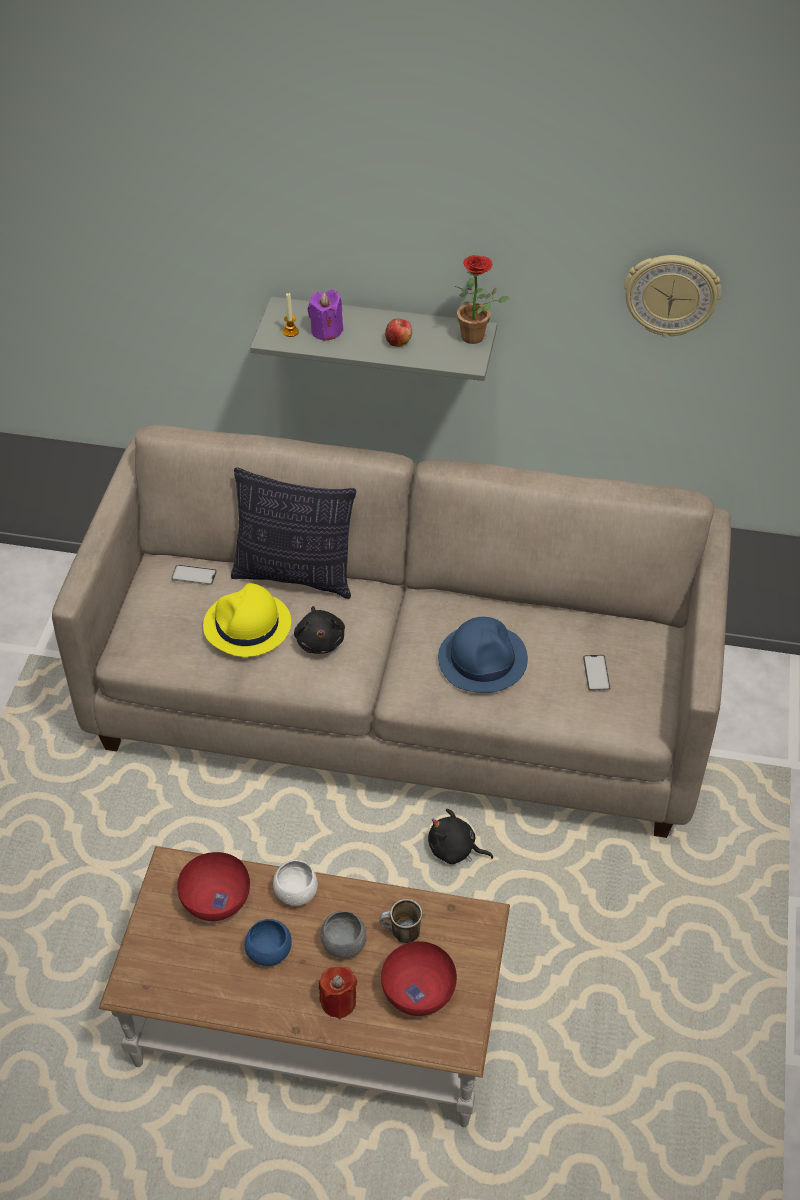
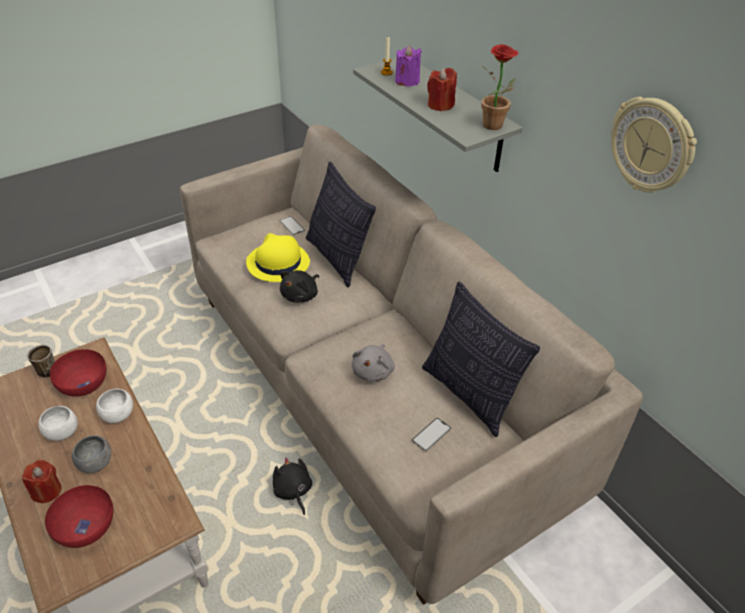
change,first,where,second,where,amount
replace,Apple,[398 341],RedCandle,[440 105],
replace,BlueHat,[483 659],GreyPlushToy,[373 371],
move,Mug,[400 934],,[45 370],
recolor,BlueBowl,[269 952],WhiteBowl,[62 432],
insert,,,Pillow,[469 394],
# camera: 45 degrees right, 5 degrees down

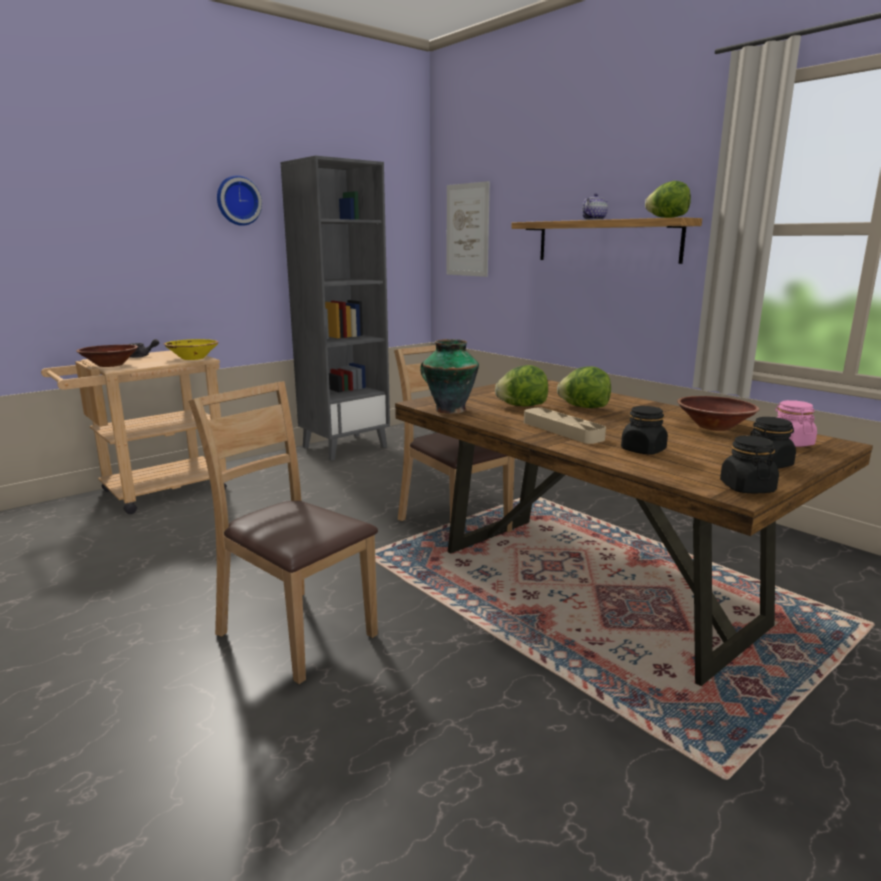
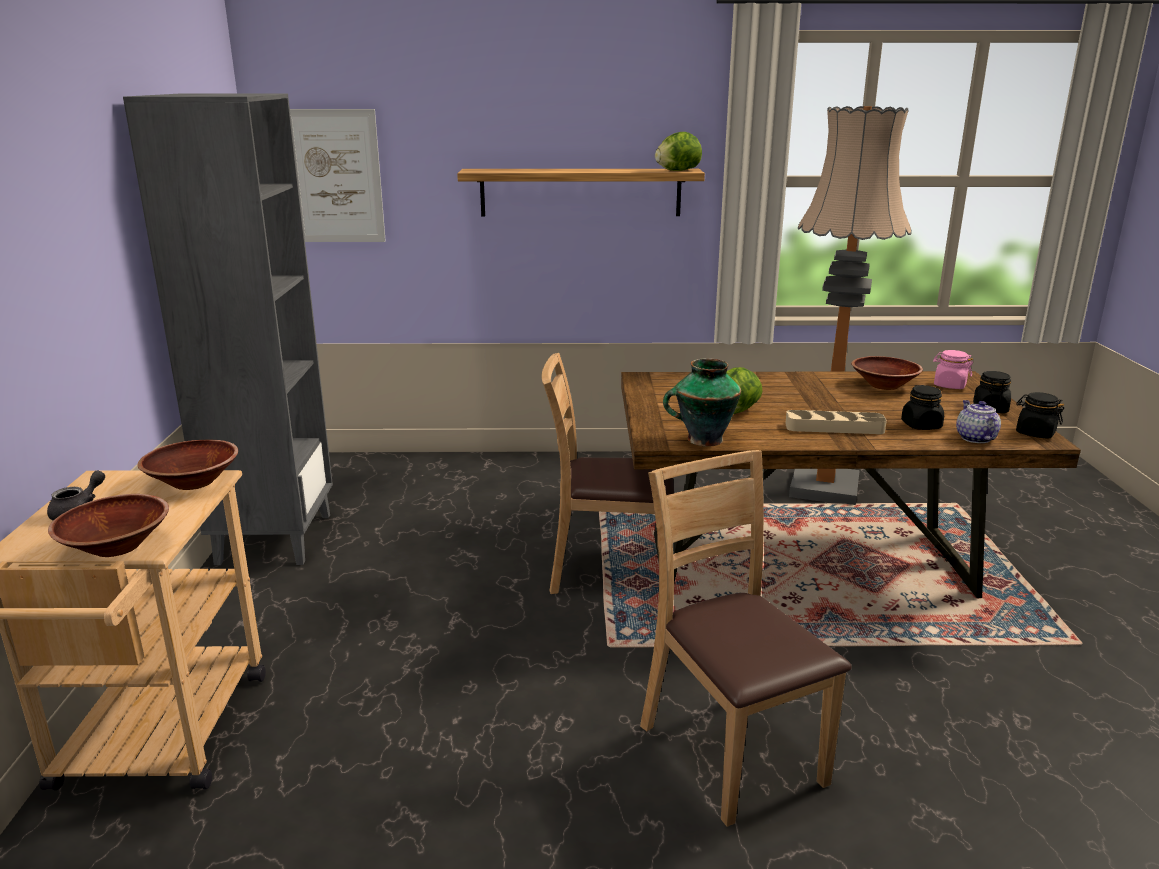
change,first,where,second,where,amount
delete,WallClock,[238 200],,,
move,Teapot,[594 220],,[974 438],
recolor,YellowBowl,[192 358],BrownBowl,[193 482],
delete,Lettuce,[584 407],,,
rotate,BrownChair,[296 632],,[731 751],75 degrees clockwise
insert,,,FloorLamp,[824 488],
# camera: 50 degrees left, 5 degrees up

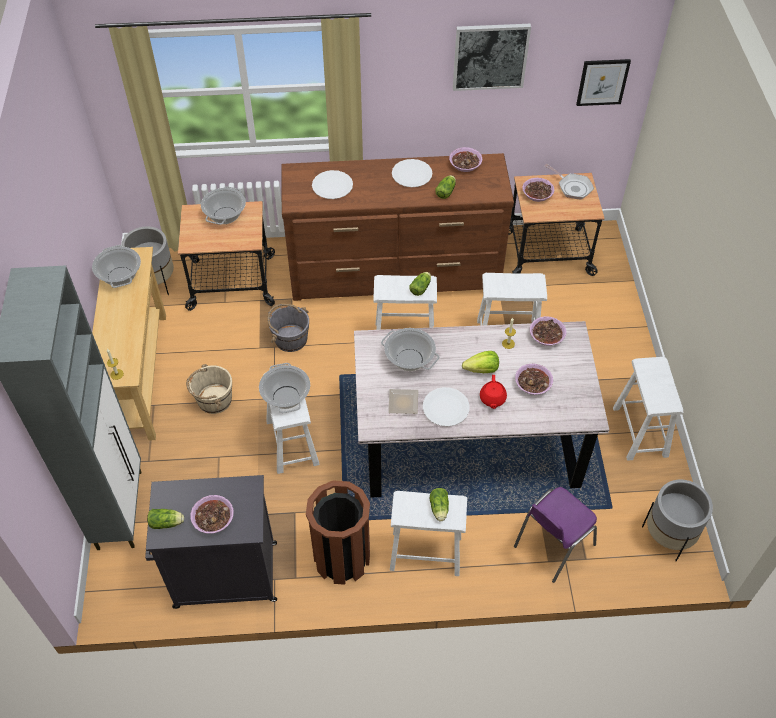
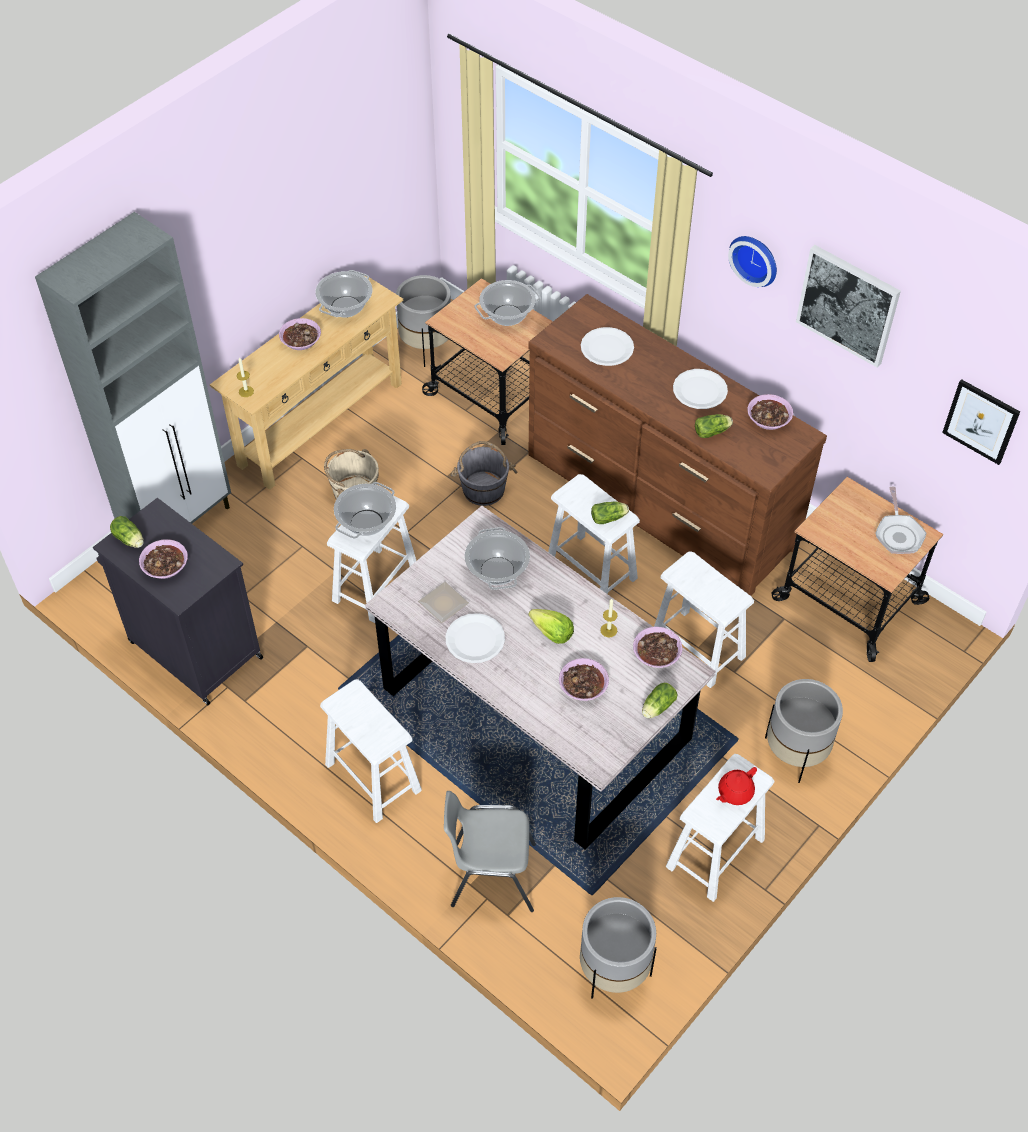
change,first,where,second,where,amount
move,Bowl,[537 194],,[301 340],
move,RedTeapot,[492 399],,[734 792],
delete,BrownTrashCan,[342 558],,,
recolor,PurpleChair,[552 546],GreyChair,[490 875],
move,Lettuce,[439 509],,[657 707],
insert,,,WallClock,[755 258],
insert,,,GreyPlanter,[795 752],
# camera: 45 degrees right, 0 degrees up

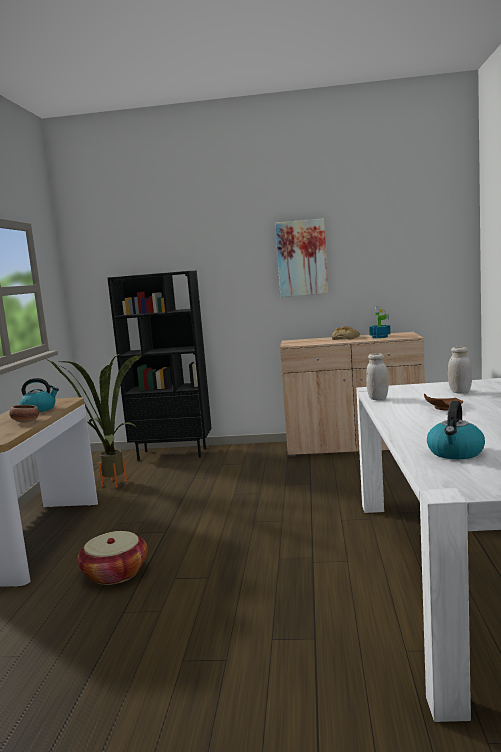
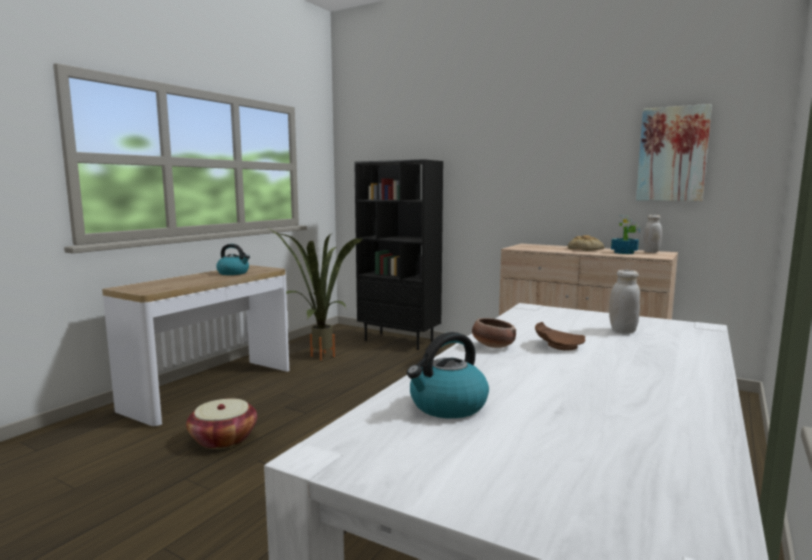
change,first,where,second,where,amount
move,Picture,[301 258],,[672 154],
move,WhiteJar,[378 398],,[651 252],
move,Bowl,[25 422],,[492 346],
# camera: 25 degrees right, 0 degrees up

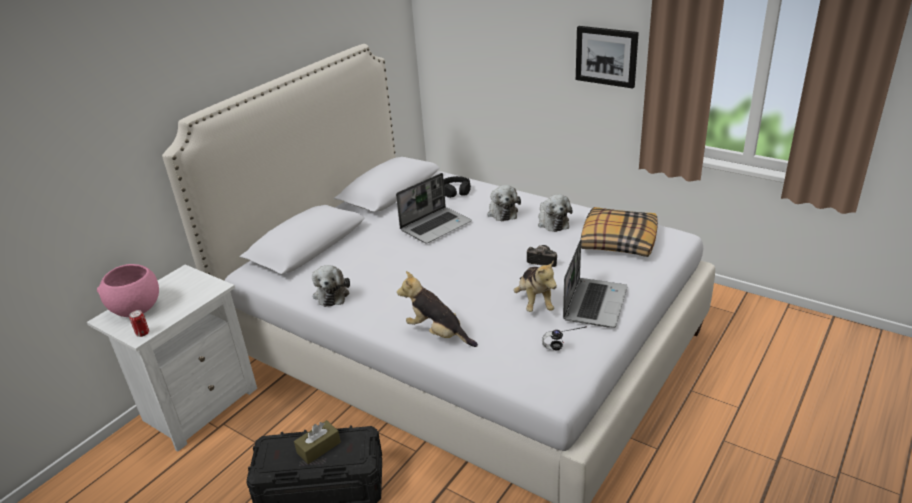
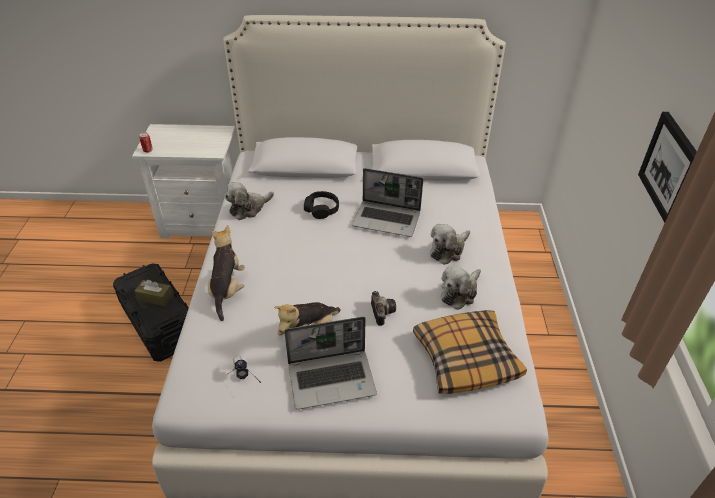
change,first,where,second,where,amount
move,BlackHeadphones,[455 191],,[321 209],
delete,PinkBowl,[135 308],,,
# camera: 55 degrees right, 10 degrees up

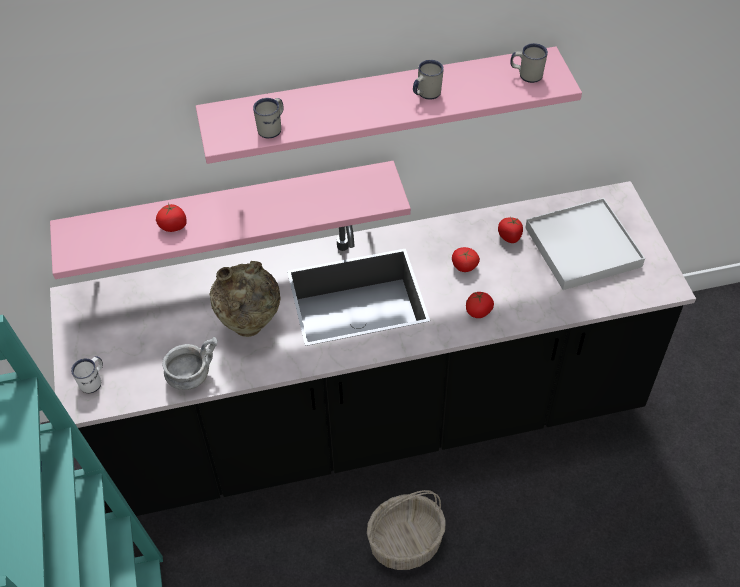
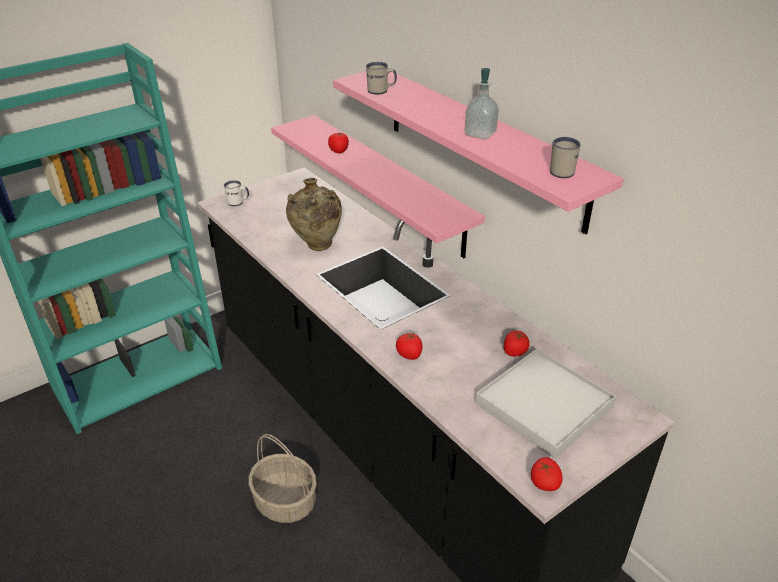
change,first,where,second,where,amount
replace,WhiteMug,[425 94],SoapDispenser,[480 134],
move,Tomato,[464 266],,[544 483],
delete,GreyBowl,[190 376],,,
# camera: 65 degrees right, 15 degrees down

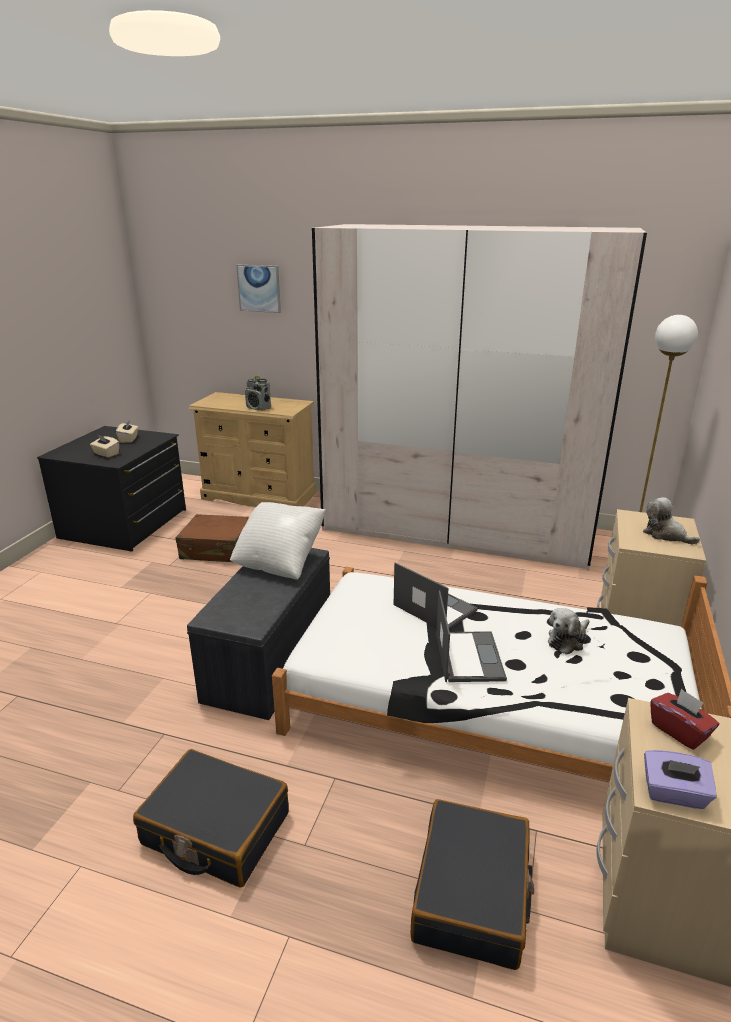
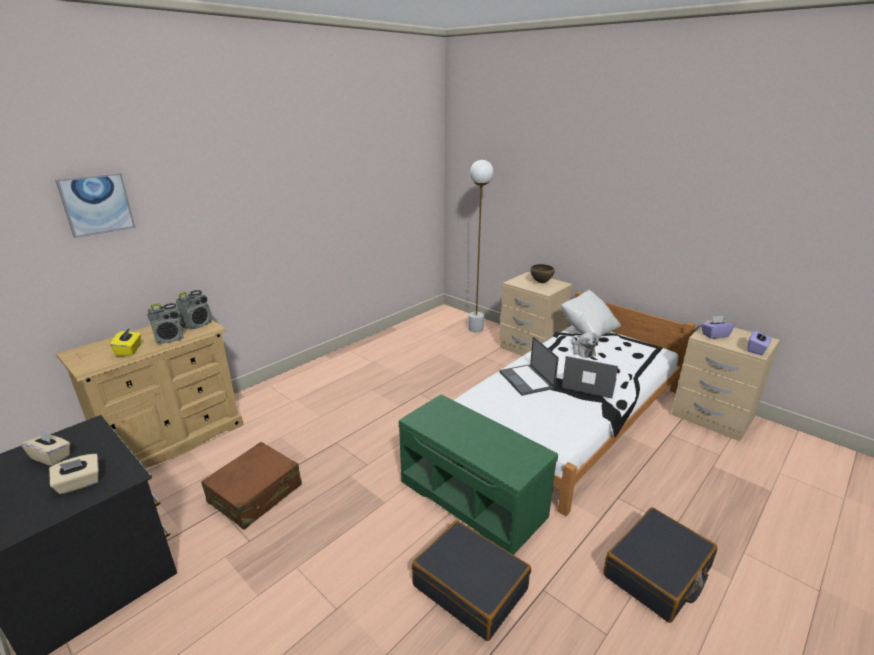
change,first,where,second,where,amount
delete,BeigeWardrobe,[456 530],,,
replace,PlushToy,[665 535],BrownBowl,[541 282],
move,WhitePillow,[280 562],,[588 331],
recolor,GreyBench,[271 660],GreenBench,[473 498],
rotate,Laptop,[433 607],,[527 380],90 degrees counterclockwise
recolor,RedTissueBox,[679 731],PurpleTissueBox,[714 335],
move,BlackSuitcase,[472 893],,[470 587],
insert,,,Radio,[198 324],
insert,,,YellowTissueBox,[129 350],
# camera: 65 degrees left, 0 degrees up

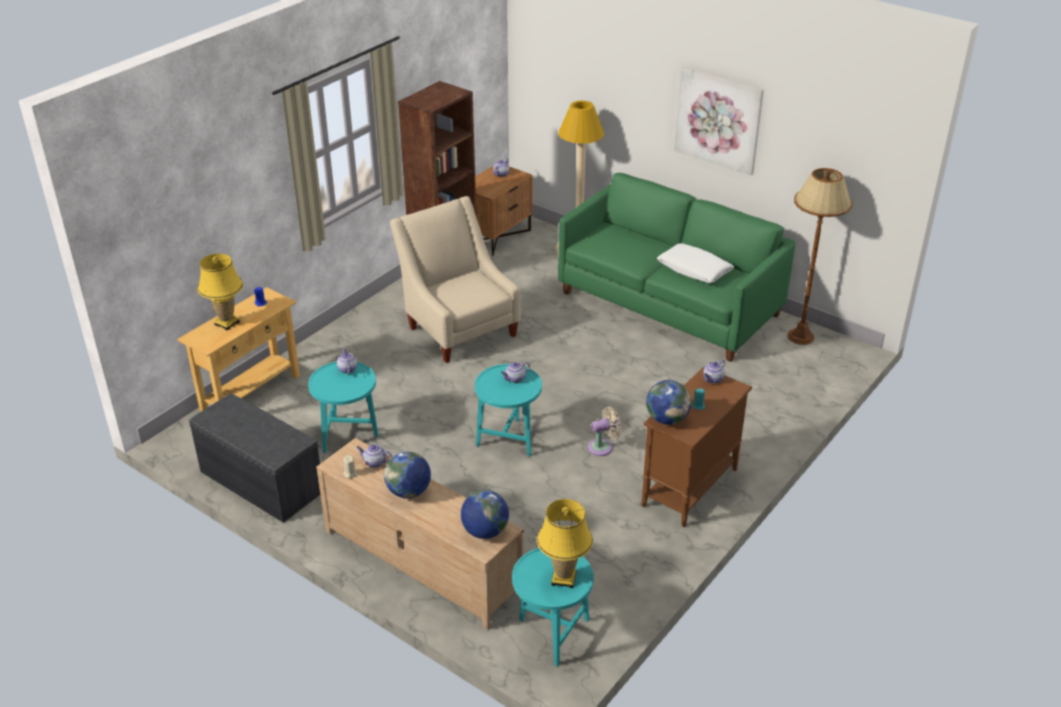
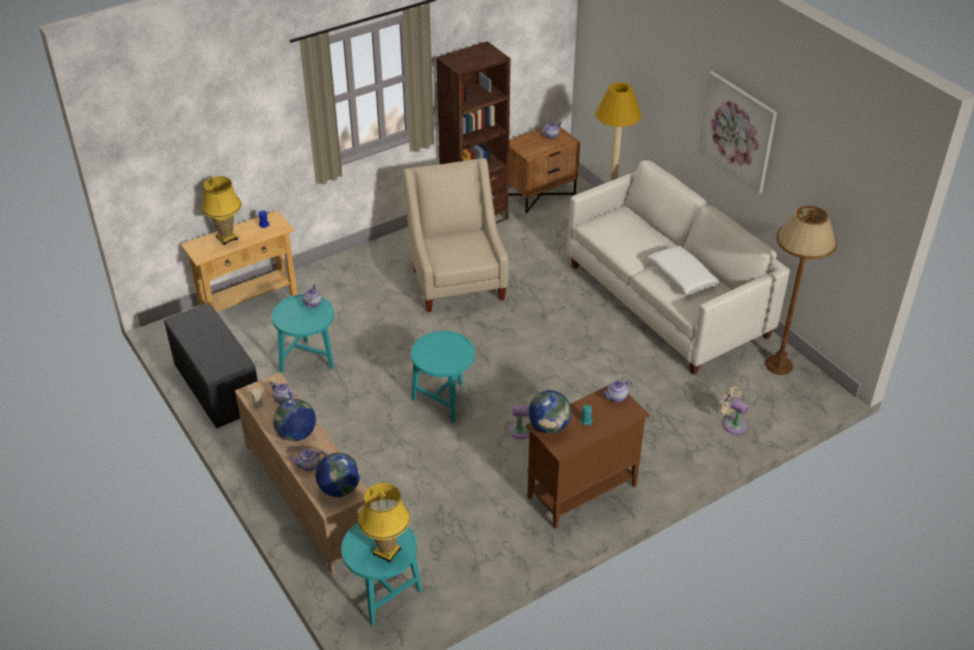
change,first,where,second,where,amount
recolor,GreenSofa,[669 303],WhiteSofa,[667 300],
move,Teapot,[515 379],,[308 466],
insert,,,BeigeFan,[732 424],
# camera: 20 degrees right, 5 degrees up

